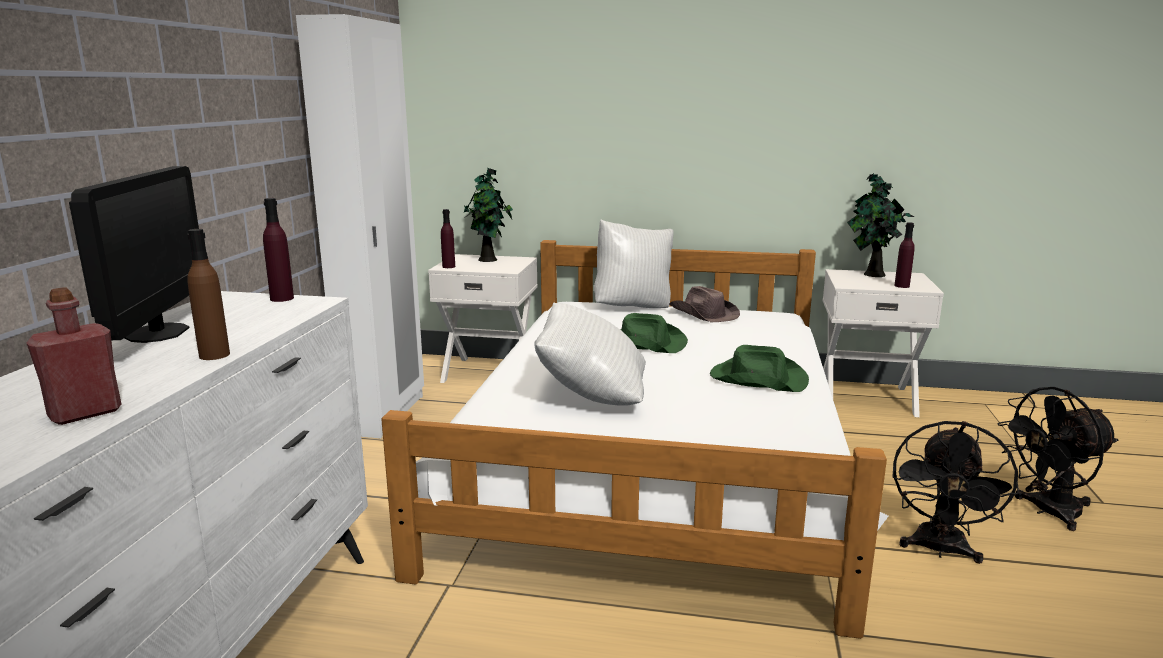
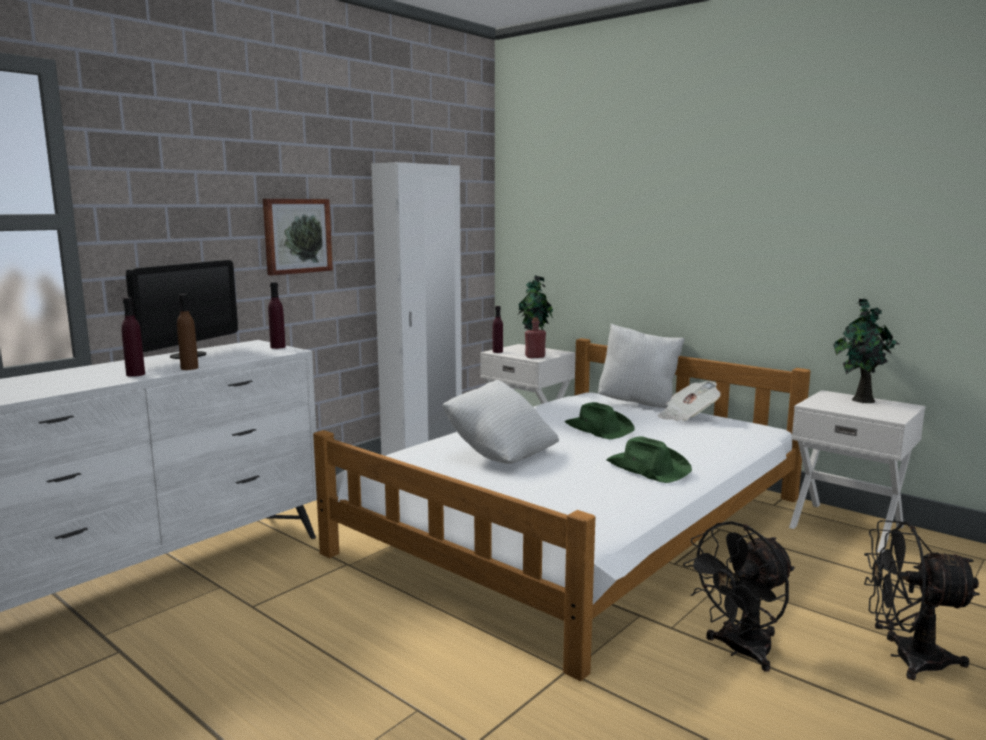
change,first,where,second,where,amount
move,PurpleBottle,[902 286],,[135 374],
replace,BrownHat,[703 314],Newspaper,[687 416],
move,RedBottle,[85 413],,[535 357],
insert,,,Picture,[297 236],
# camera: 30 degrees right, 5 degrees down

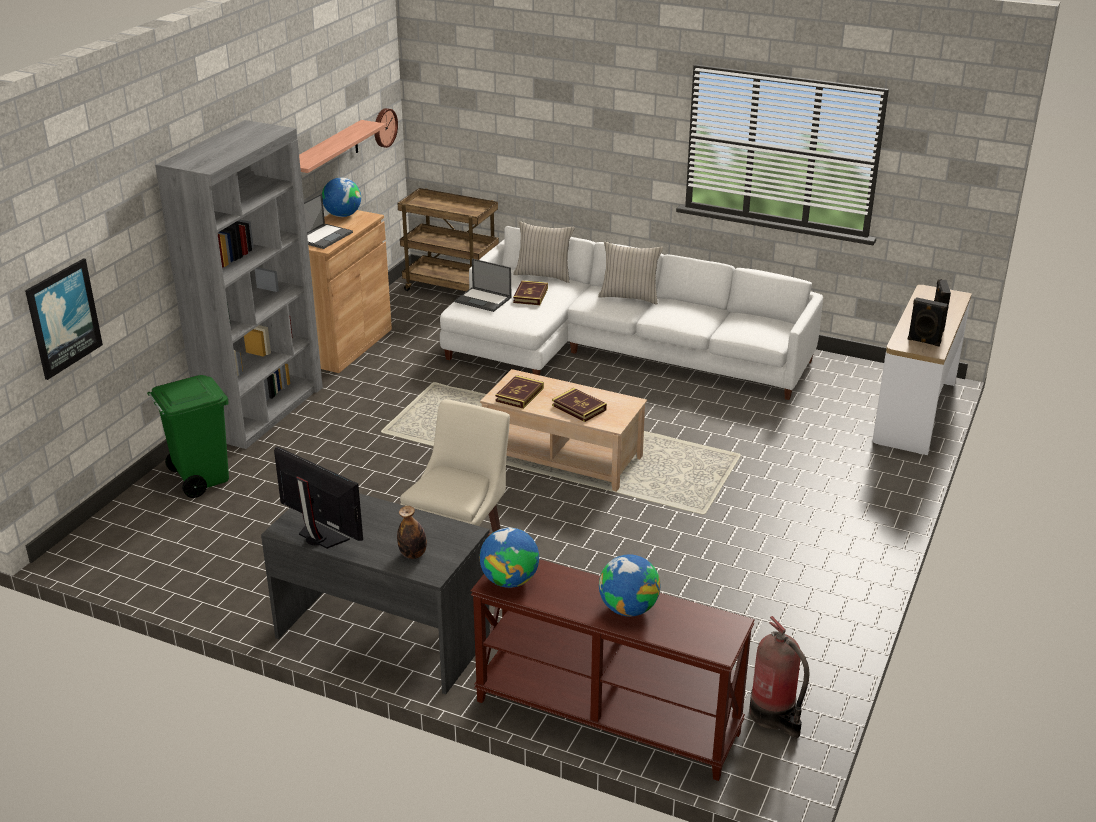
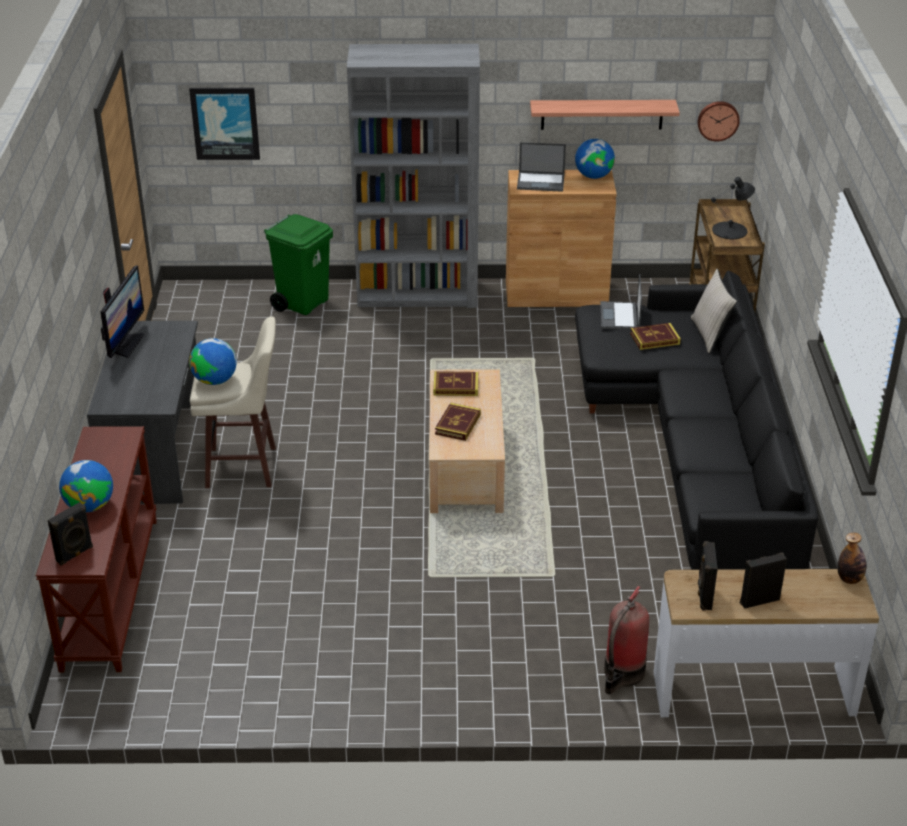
change,first,where,second,where,amount
recolor,WhiteSofa,[615 349],BlackSofa,[695 442],
delete,BeigePillow,[629 297],,,
move,Bottle,[413 554],,[849 579],
move,Globe,[510 581],,[215 380],
move,FireExtinguisher,[774 716],,[622 674],
insert,,,BlackTableLamp,[730 230],
insert,,,BlackSpeaker,[75 554],
# camera: 65 degrees right, 5 degrees up

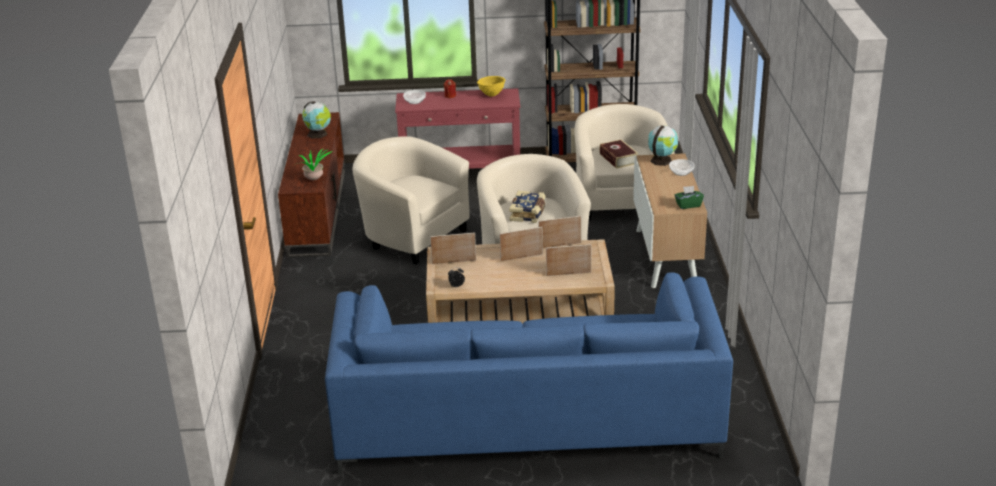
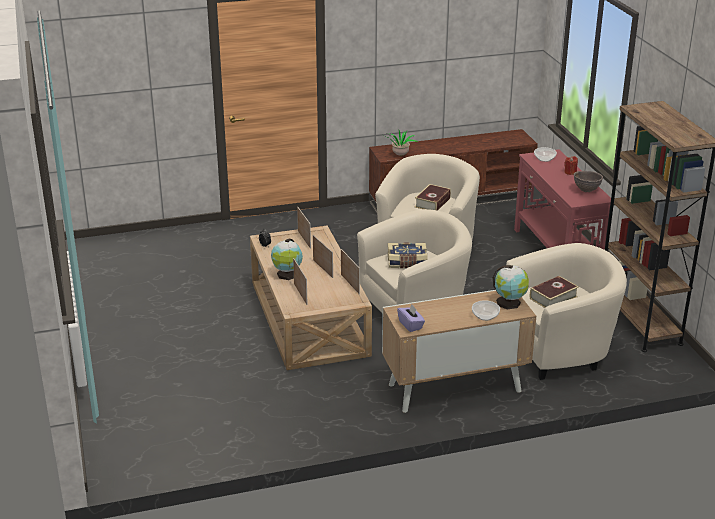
change,first,where,second,where,amount
recolor,YellowBowl,[491 95],BrownBowl,[586 190],
move,Globe,[318 134],,[287 275],
recolor,GreenTissueBox,[688 205],PurpleTissueBox,[410 325],
delete,BlueSofa,[527 419],,,
insert,,,Book,[432 202],
# camera: 75 degrees right, 0 degrees up

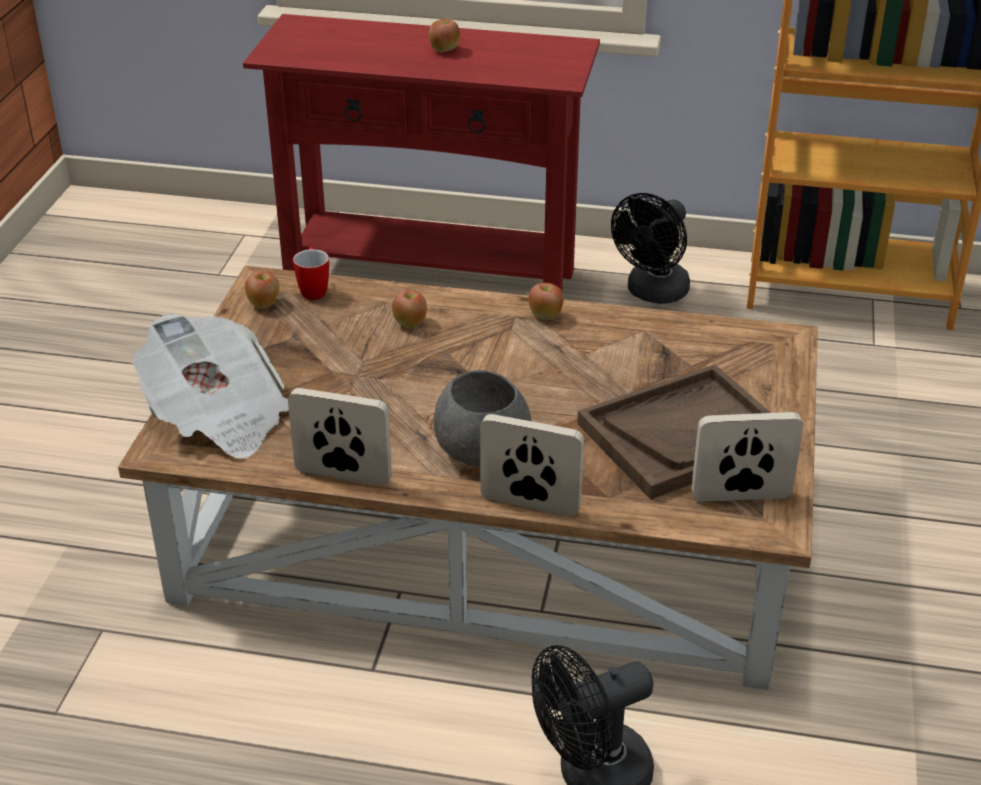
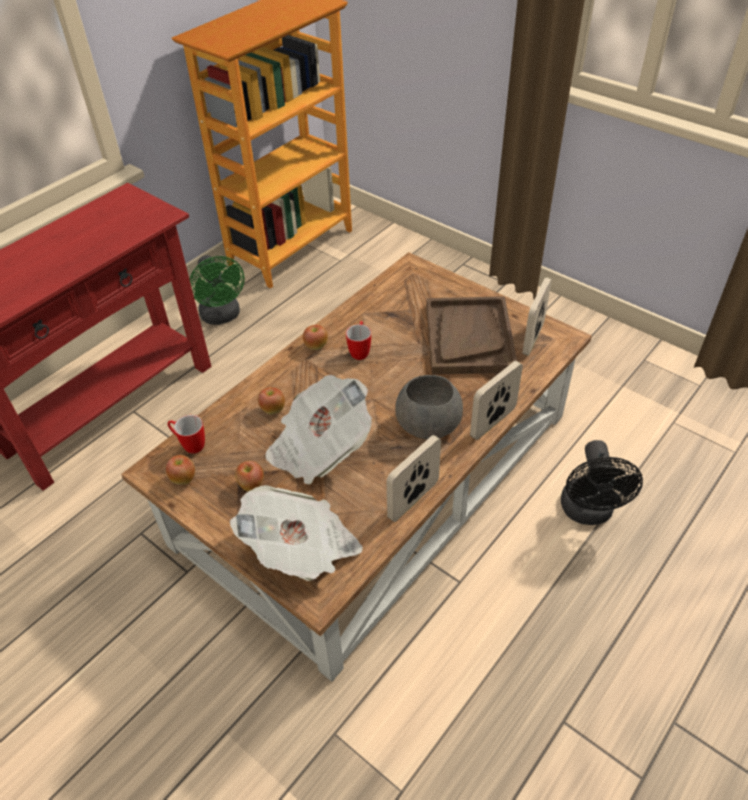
change,first,where,second,where,amount
move,Apple,[444 50],,[251 485],
recolor,BlackFan,[653 293],GreenFan,[222 316],
insert,,,Mug,[360 351],
insert,,,Newspaper,[319 447],
# camera: 60 degrees left, 10 degrees up

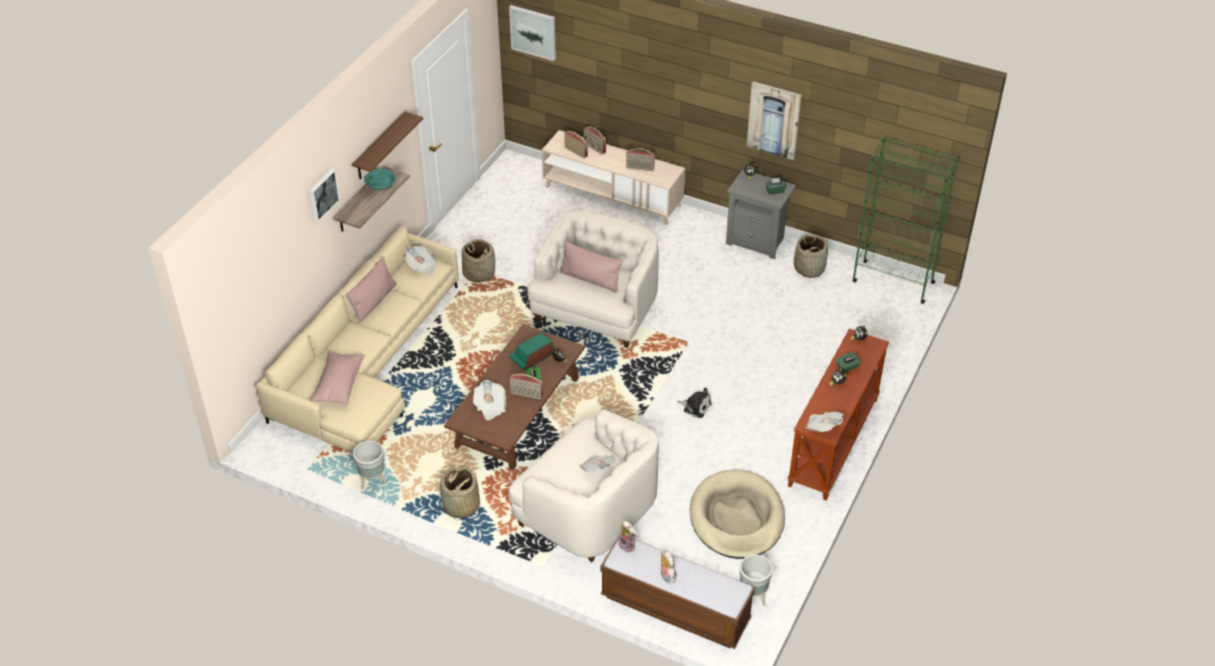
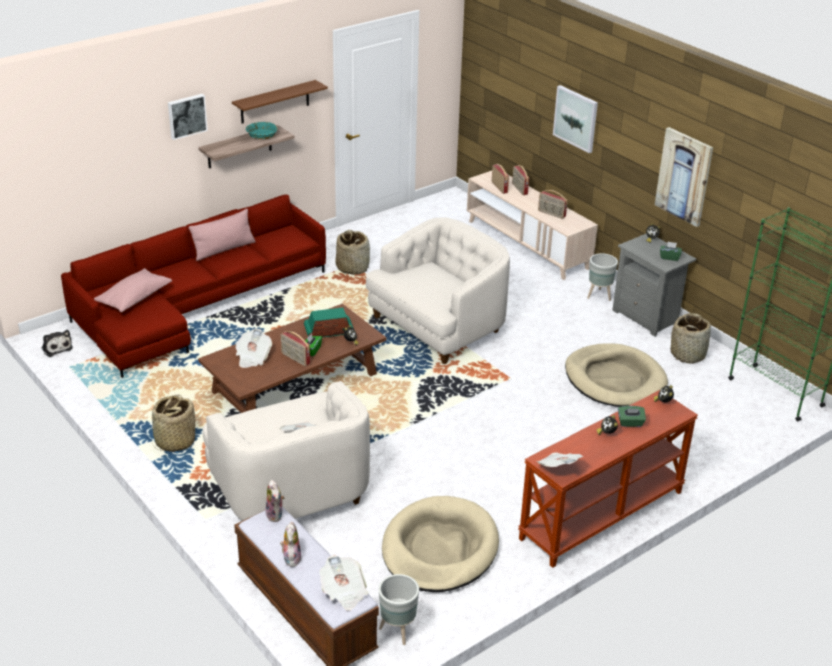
change,first,where,second,where,amount
move,Picture,[533 32],,[576 118],
recolor,BeigeSofa,[367 364],RedSofa,[194 305],
delete,PinkPillow,[590 279],,,
move,Newspaper,[422 267],,[344 592],
move,PlushToy,[695 406],,[56 348],
move,GreyPlanter,[372 481],,[598 296],
insert,,,BeigeDogBed,[614 380],
# camera: 25 degrees right, 10 degrees down

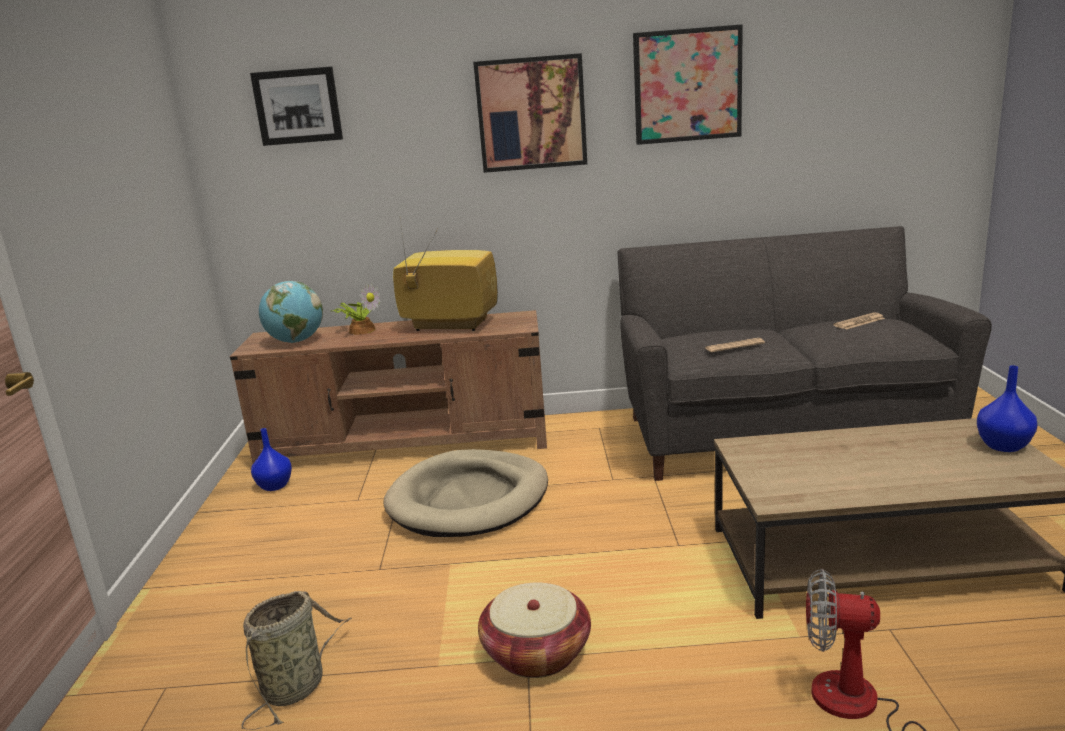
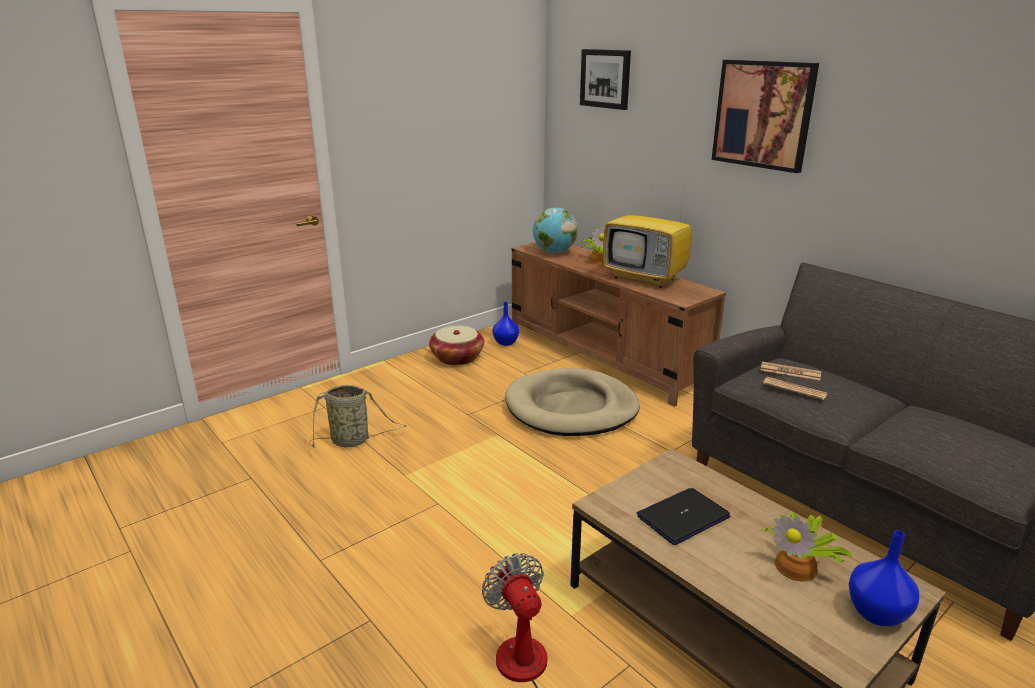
change,first,where,second,where,amount
delete,Picture,[687 85],,,
rotate,Television,[448 326],,[646 278],150 degrees clockwise
move,Newspaper,[859 322],,[790 372],
move,Basket,[536 653],,[457 358],
insert,,,Laptop,[683 517],
insert,,,PottedPlant,[798 566],
# camera: 50 degrees right, 5 degrees up

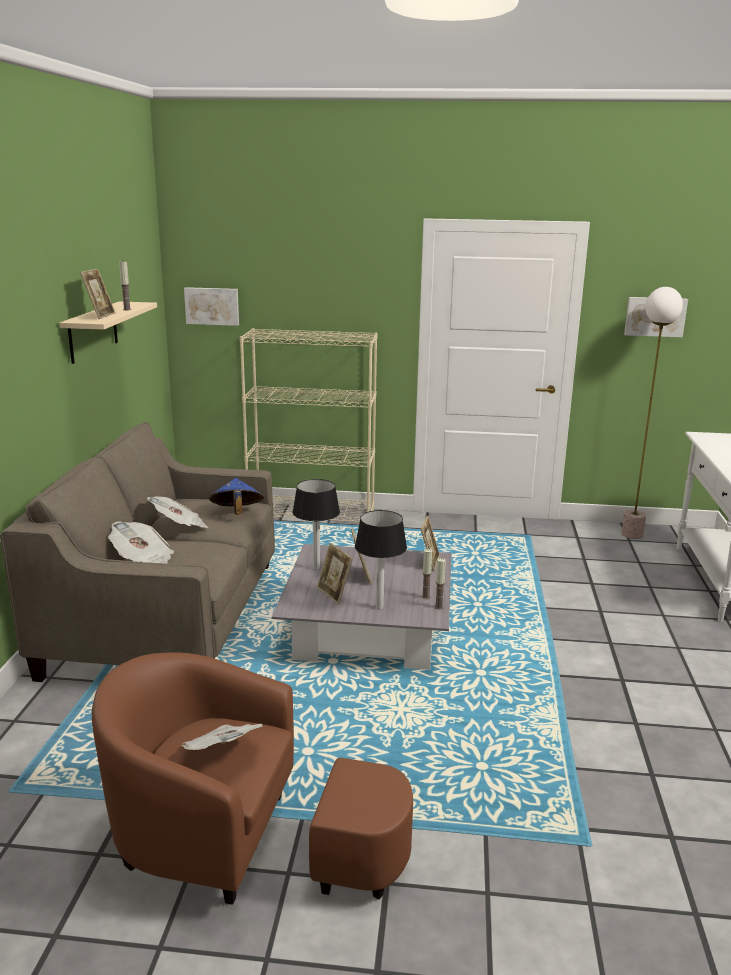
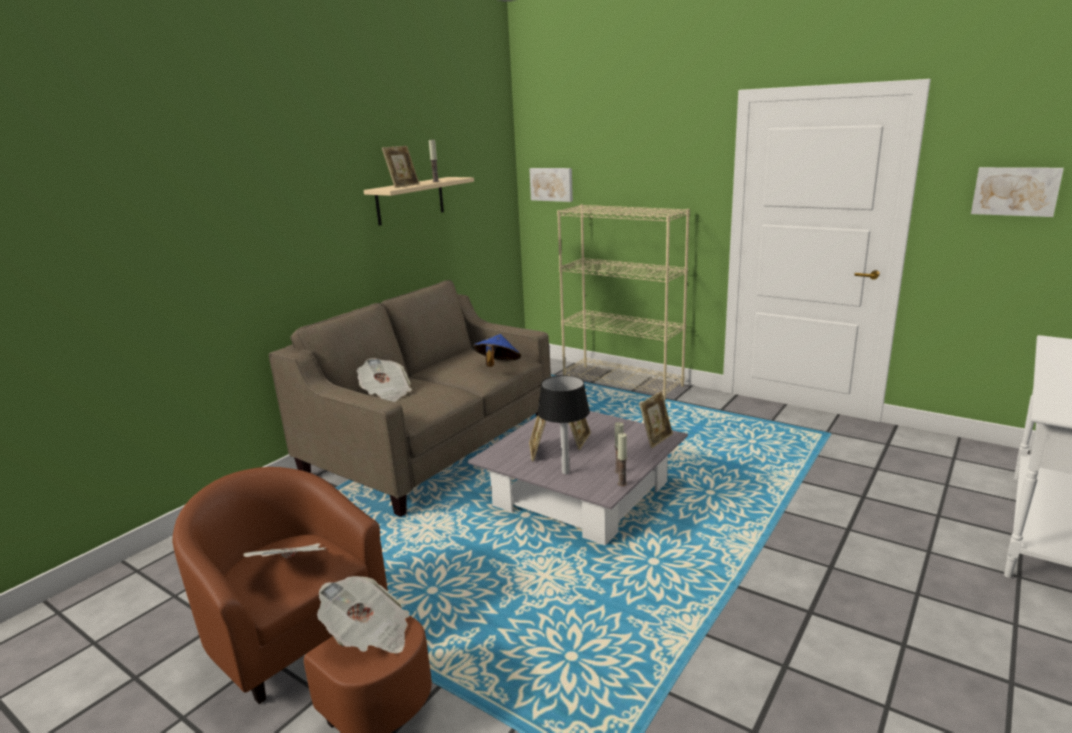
change,first,where,second,where,amount
delete,FloorLamp,[631 534],,,
delete,TableLamp,[317 568],,,
move,Newspaper,[179 526],,[369 634],
# camera: 30 degrees right, 0 degrees up

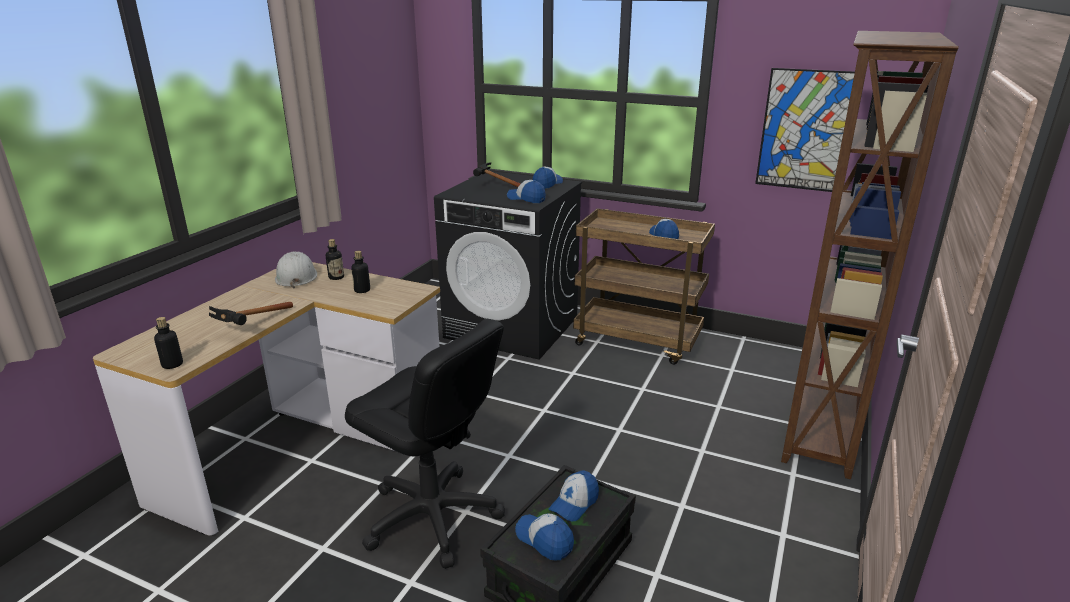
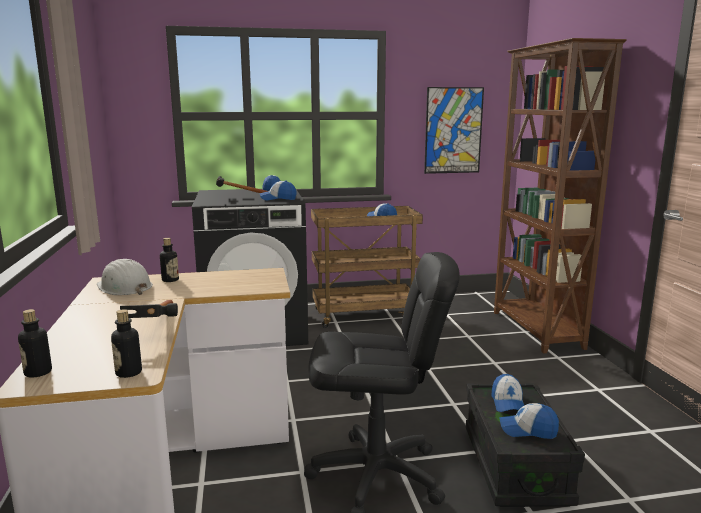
change,first,where,second,where,amount
move,Bottle,[362 290],,[38 372],
# camera: 35 degrees left, 10 degrees down

